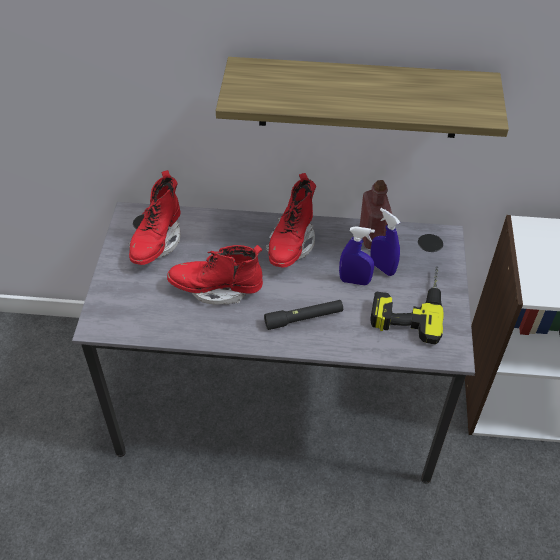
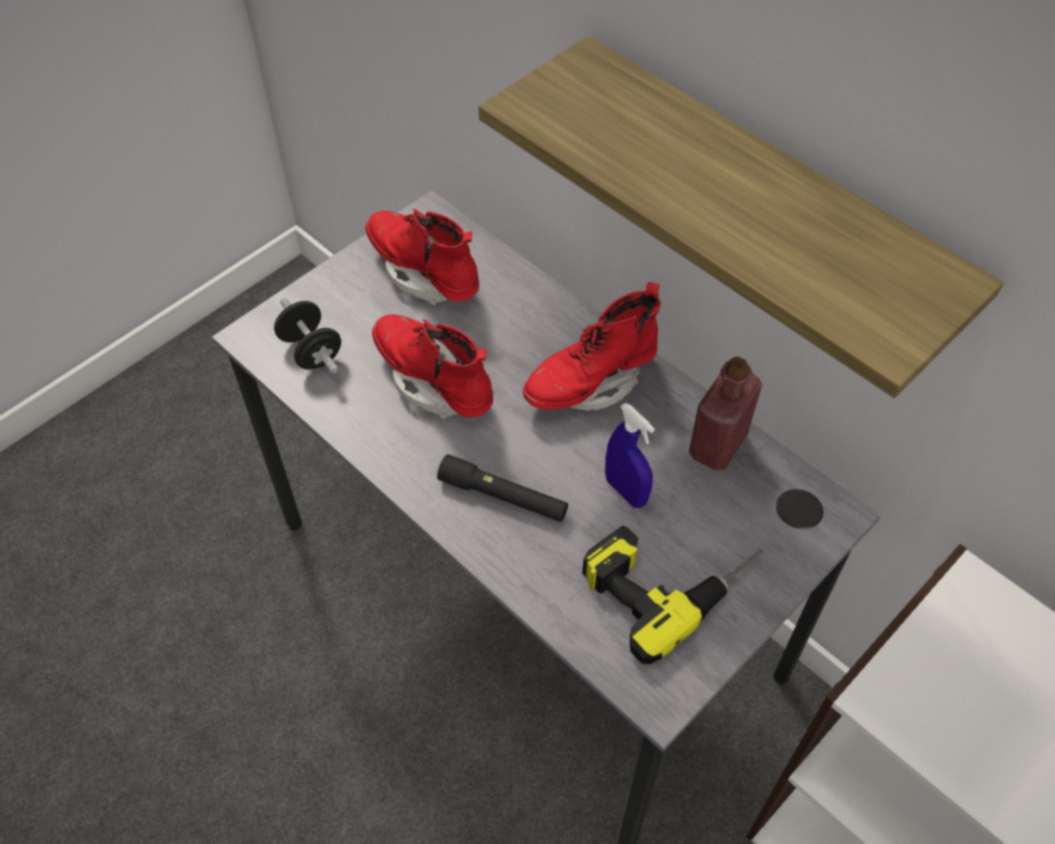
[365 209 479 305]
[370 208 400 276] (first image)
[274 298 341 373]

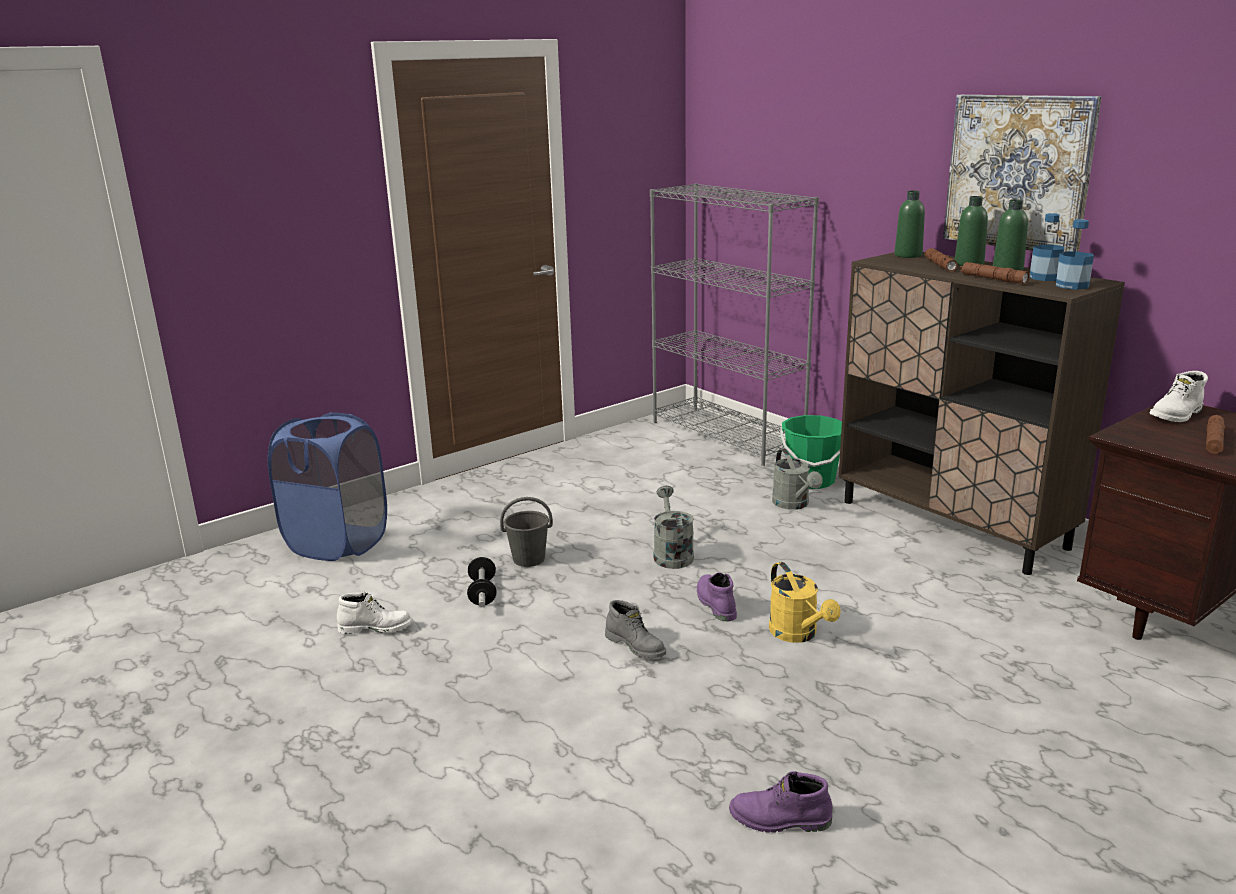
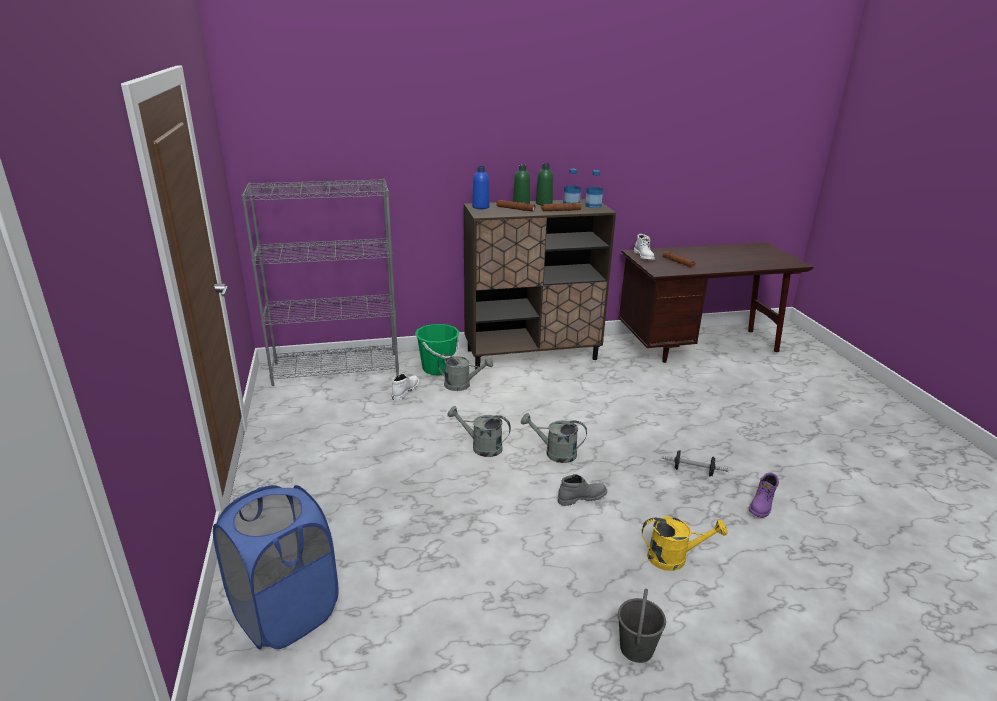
[392 374 419 401]
[662 450 729 477]
[618 588 666 663]
[521 413 587 463]
[642 517 728 571]
[472 166 490 209]
[943 94 1102 252] (first image)

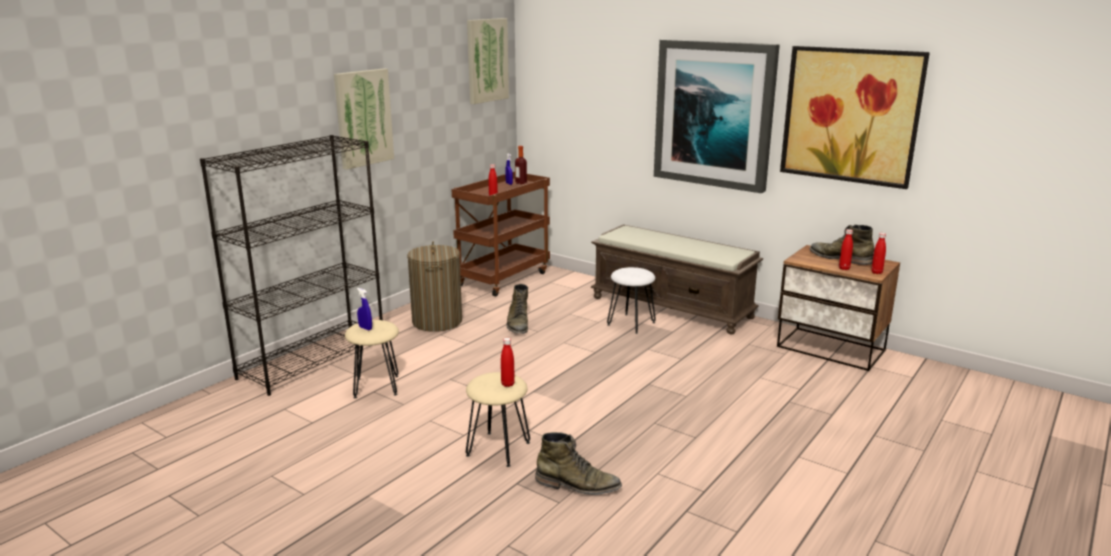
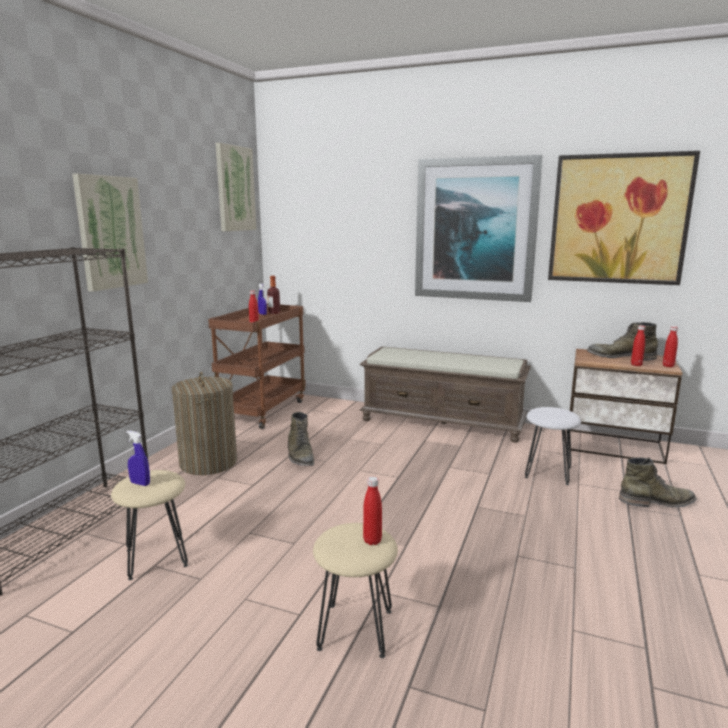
[619 458 697 507]
[525 407 581 485]

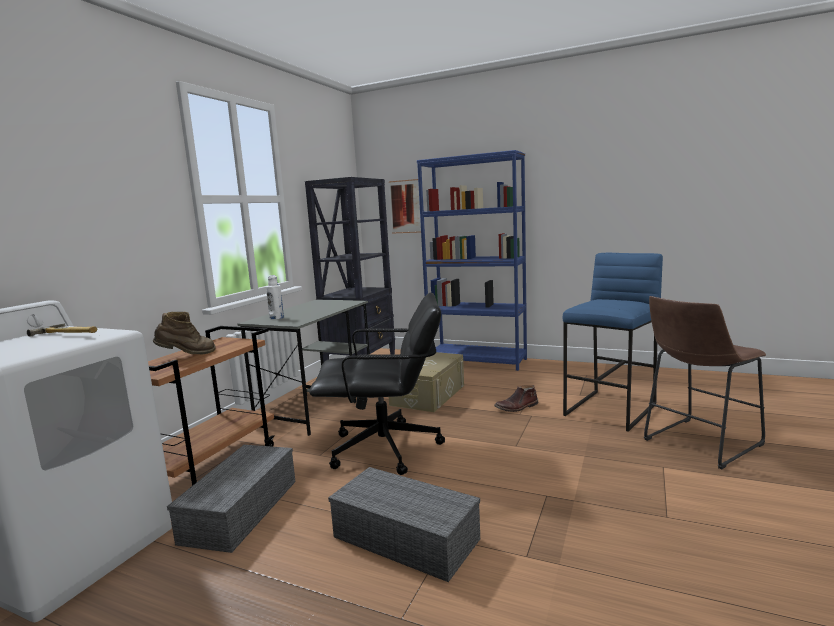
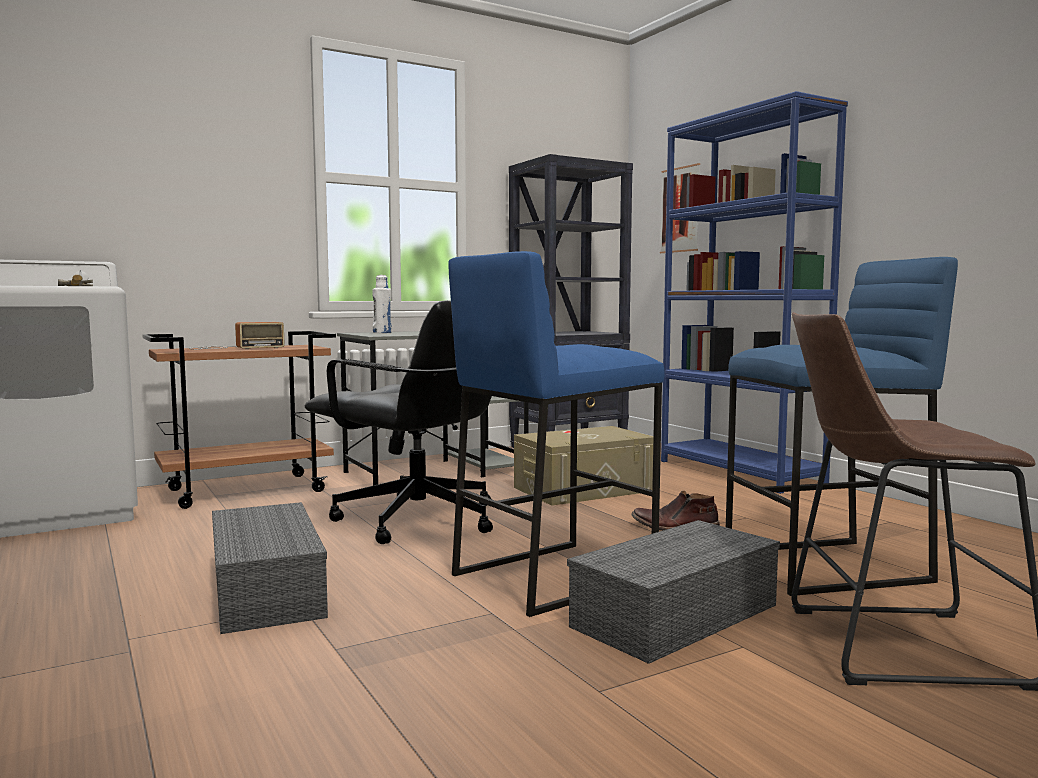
[189 322 285 350]
[567 520 780 664]
[449 251 665 617]

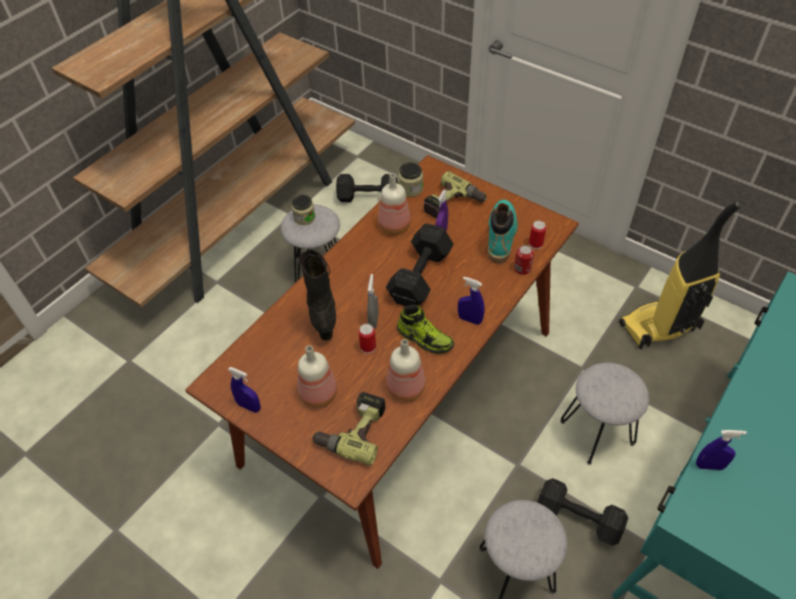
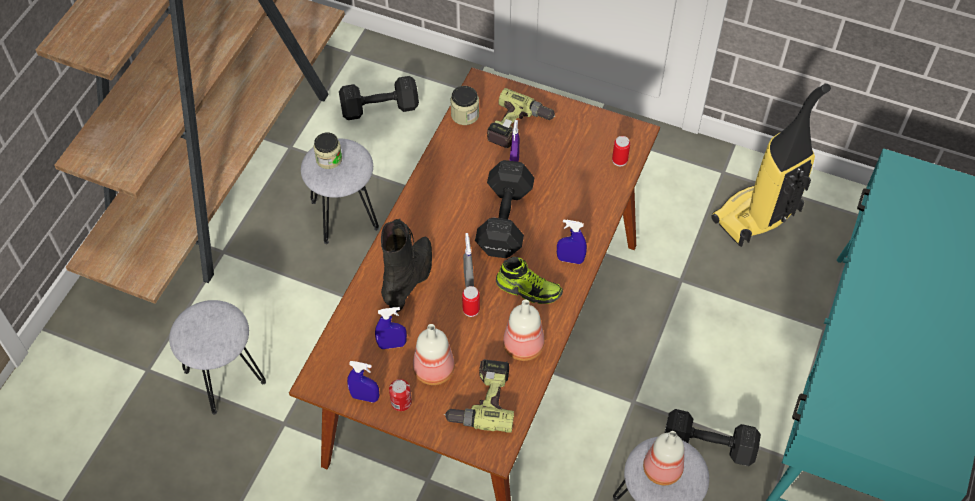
[381 219 432 312]
[643 431 684 485]
[488 200 517 264] (first image)
[389 379 412 411]
[169 300 266 414]
[375 307 407 349]

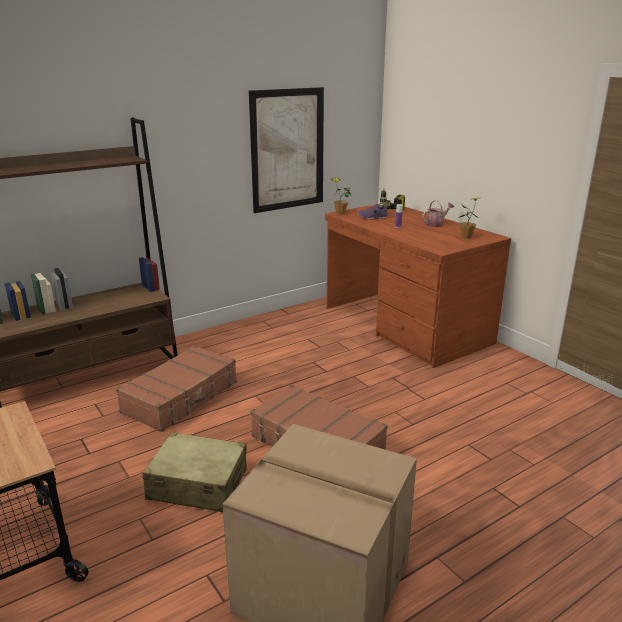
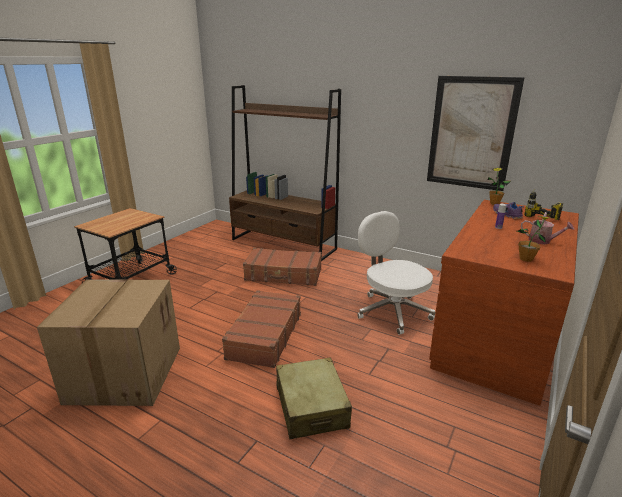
[276 357 352 439]
[357 211 436 335]

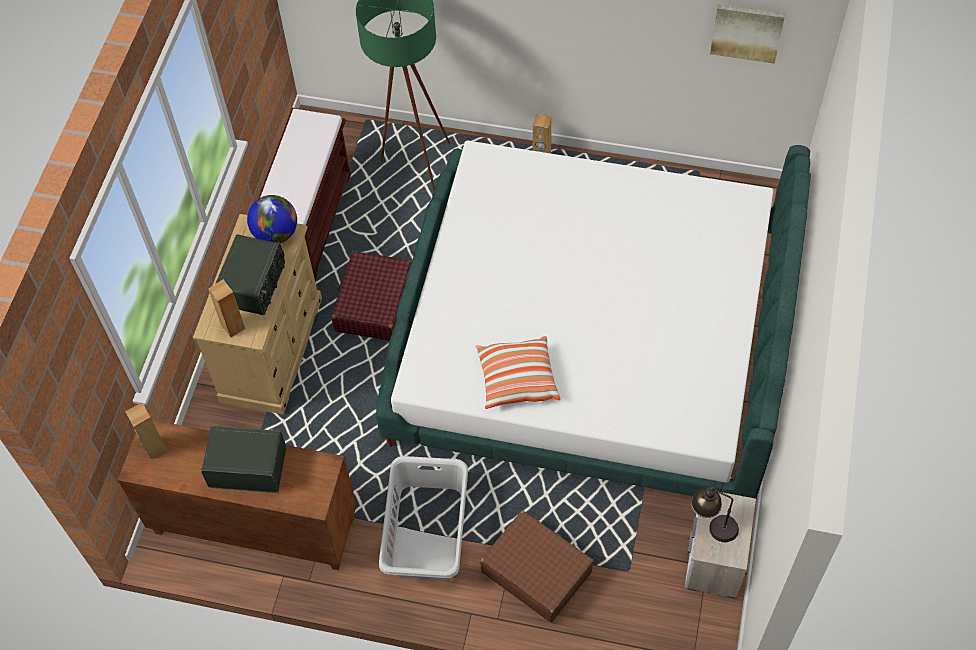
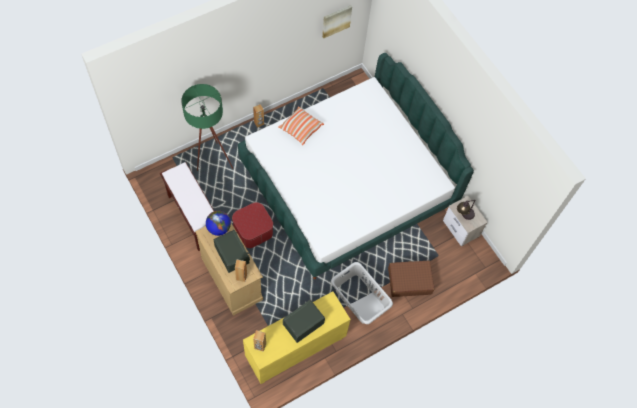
[243 291 351 384]
[232 202 273 248]
[278 106 324 145]

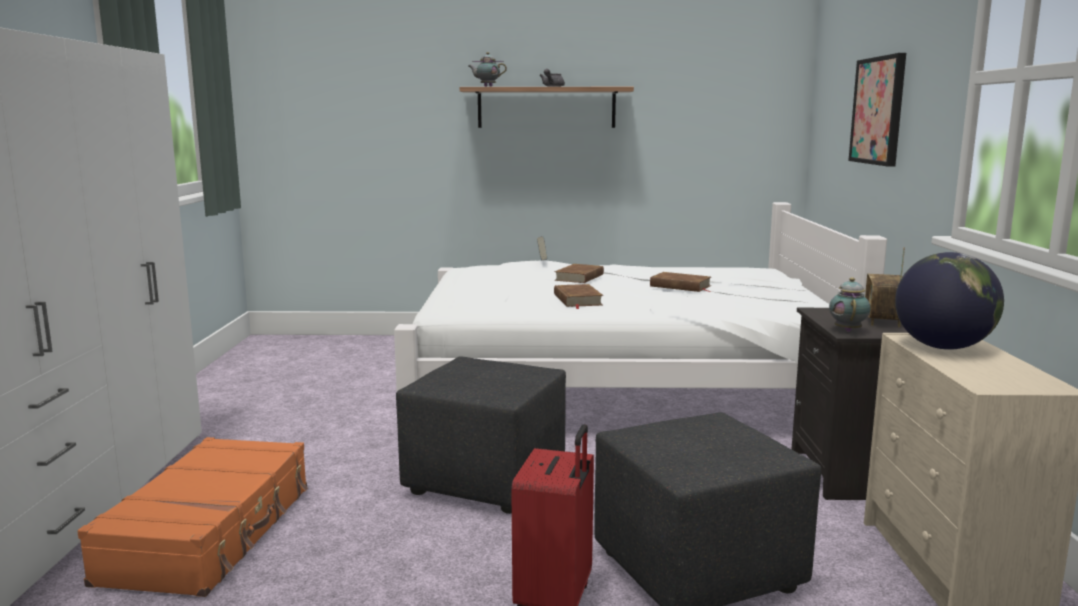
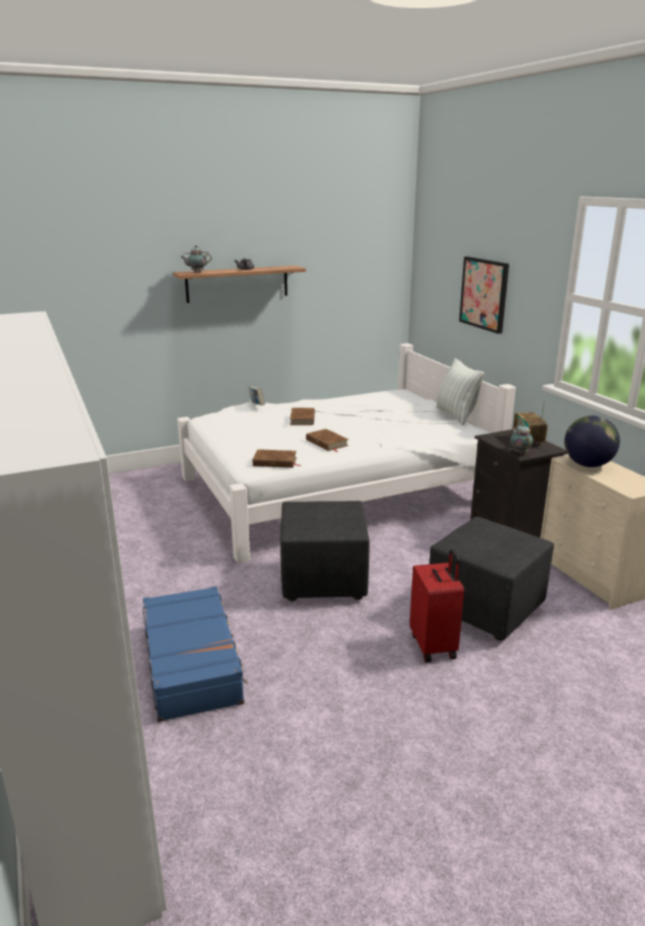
[143 586 248 722]
[253 449 301 468]
[436 359 484 425]

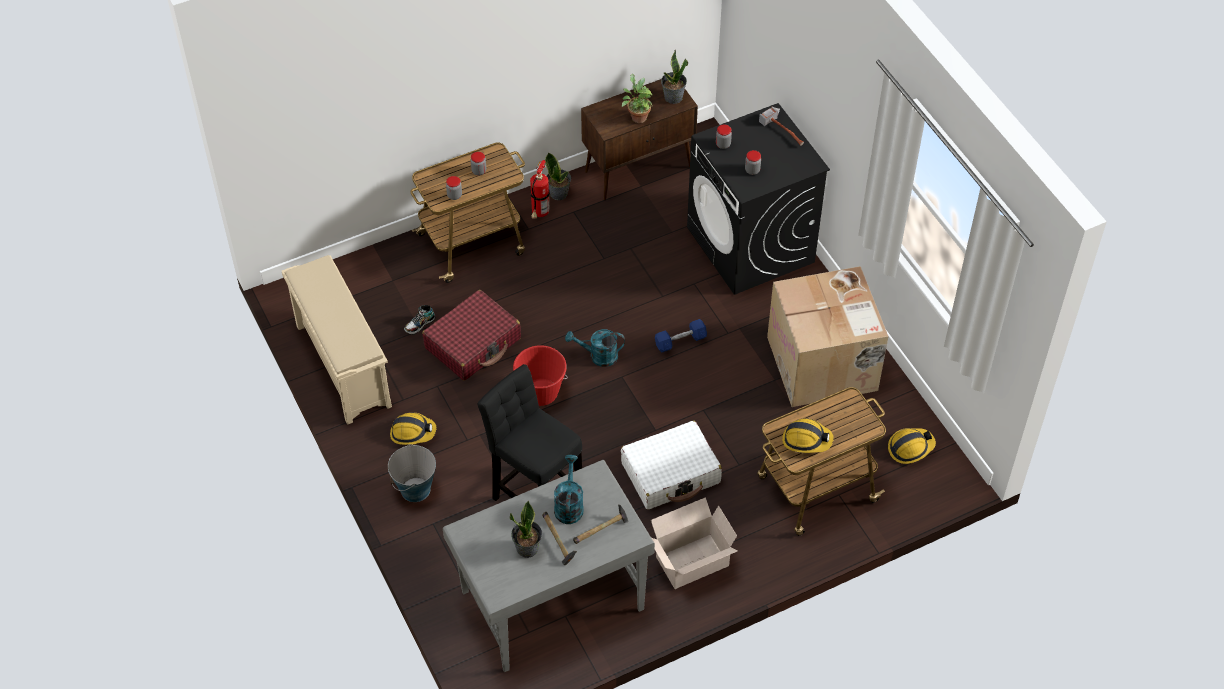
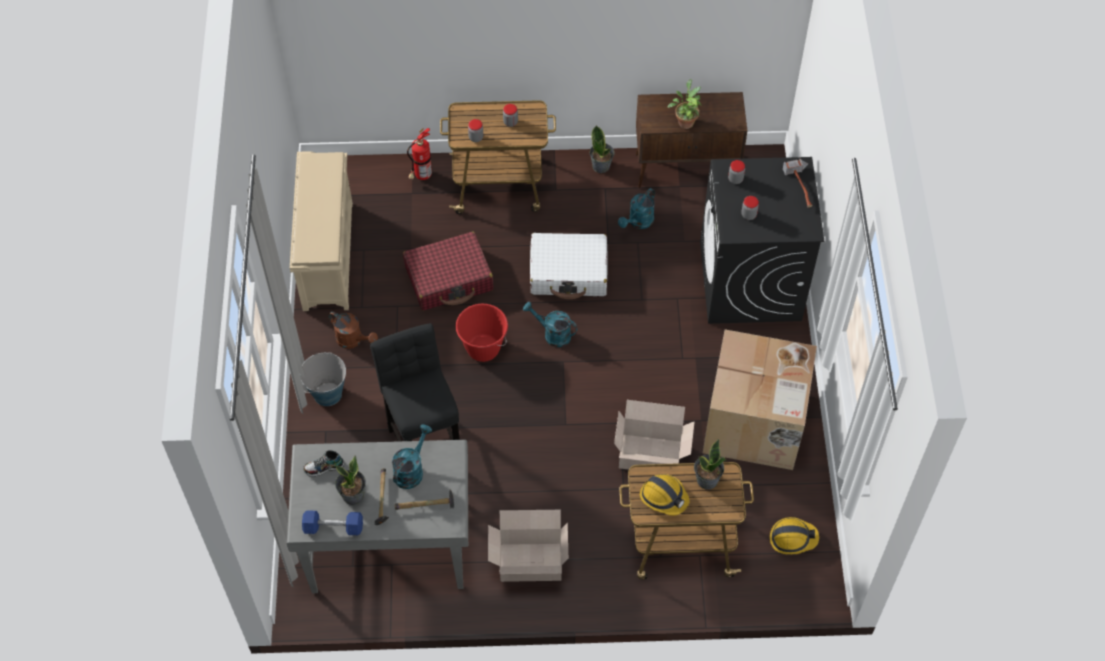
[328 311 378 349]
[303 450 344 477]
[407 128 432 180]
[530 233 608 299]
[302 510 363 535]
[694 439 727 490]
[614 400 695 470]
[618 188 655 229]

